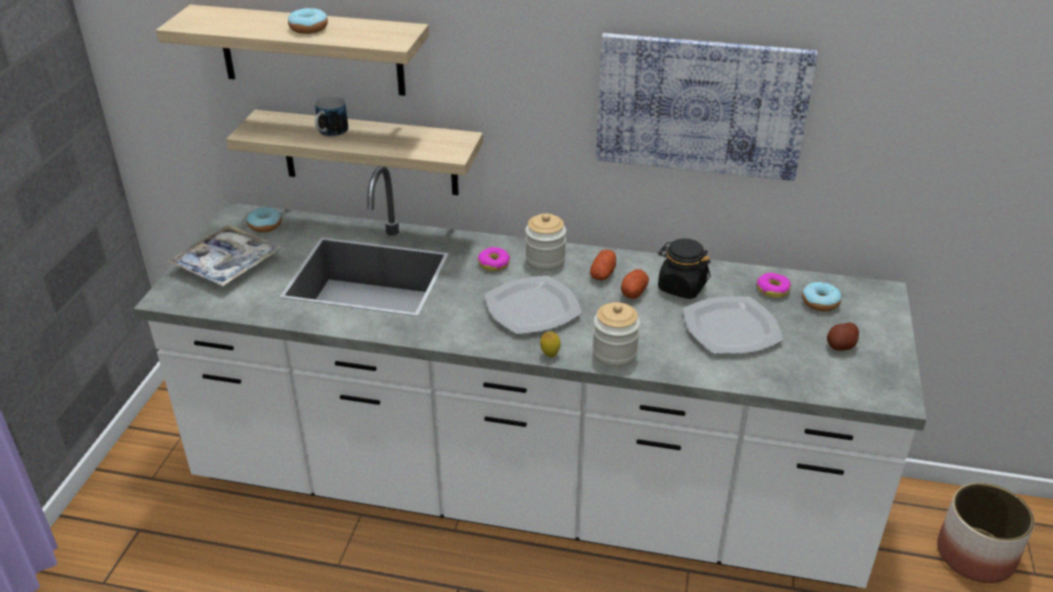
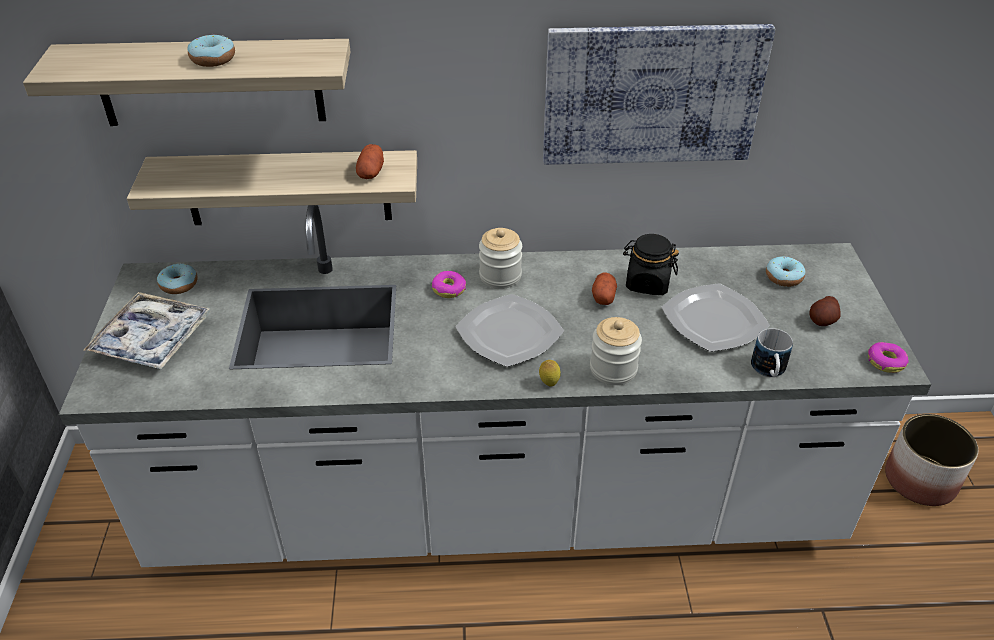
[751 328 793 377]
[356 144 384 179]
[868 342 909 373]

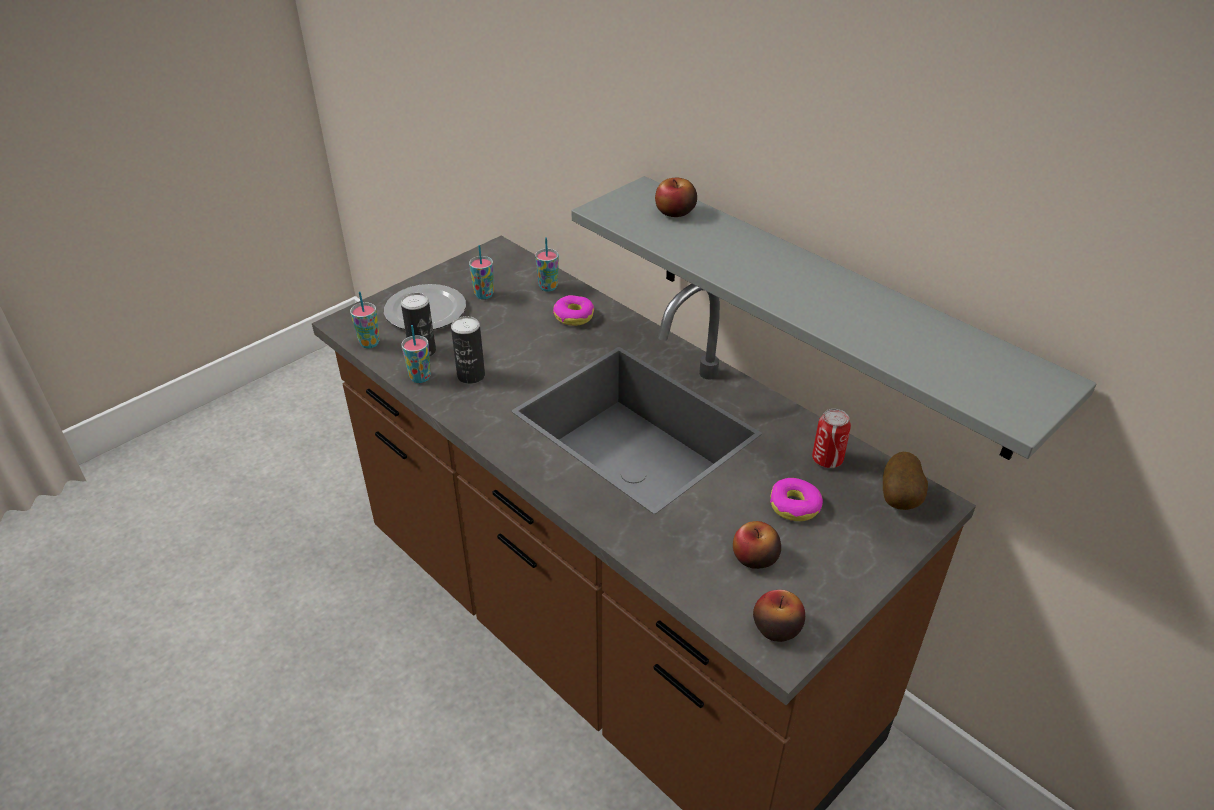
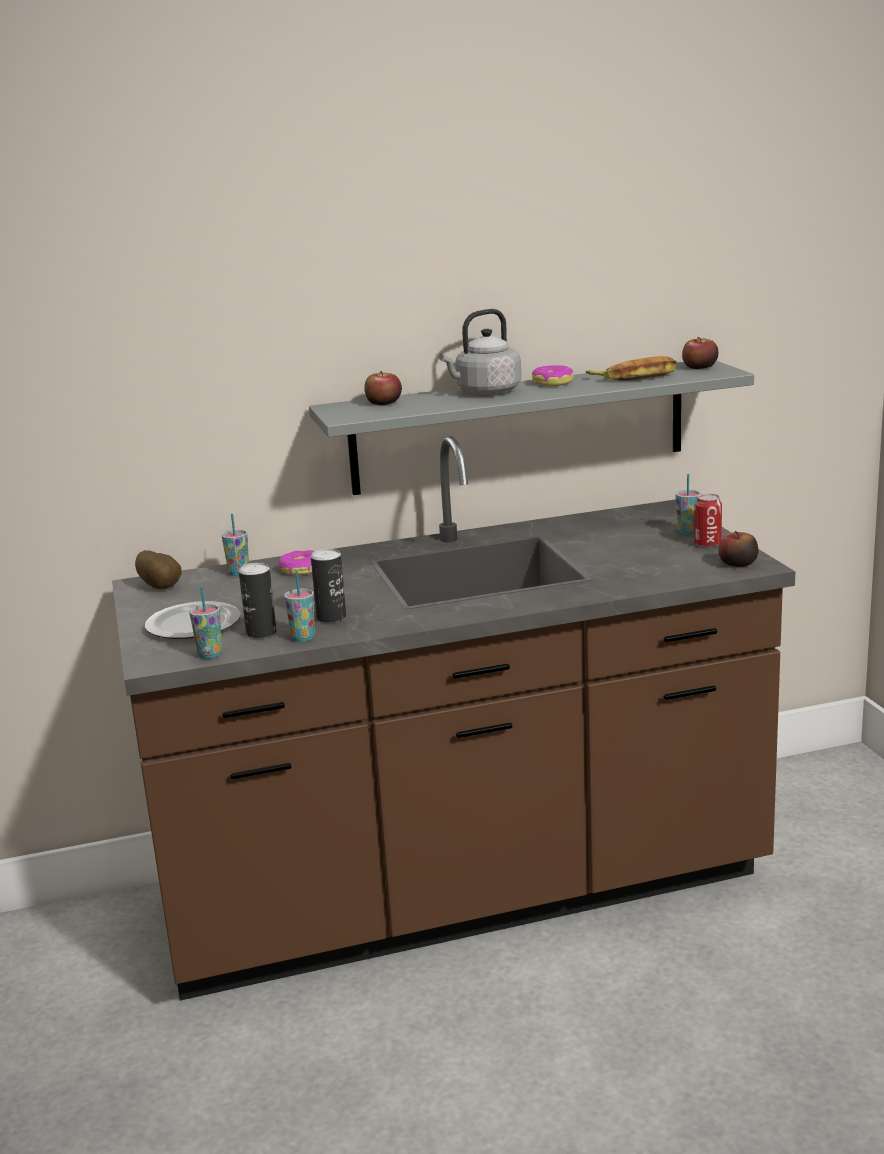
[675 474 701 535]
[682 337 718 369]
[532 365 573 386]
[694 494 722 548]
[135 550 182 589]
[439 309 522 395]
[586 356 677 381]

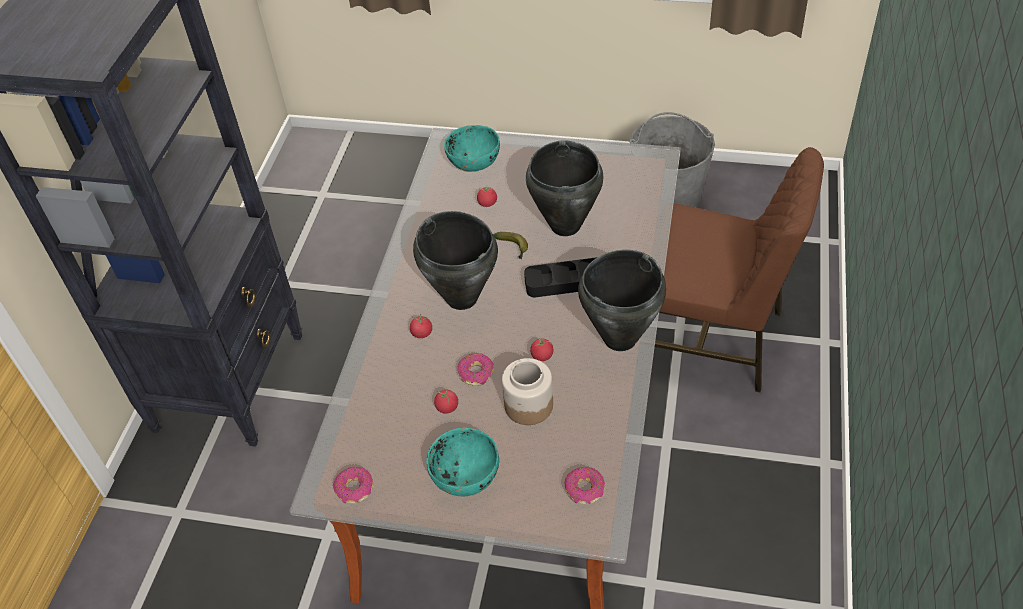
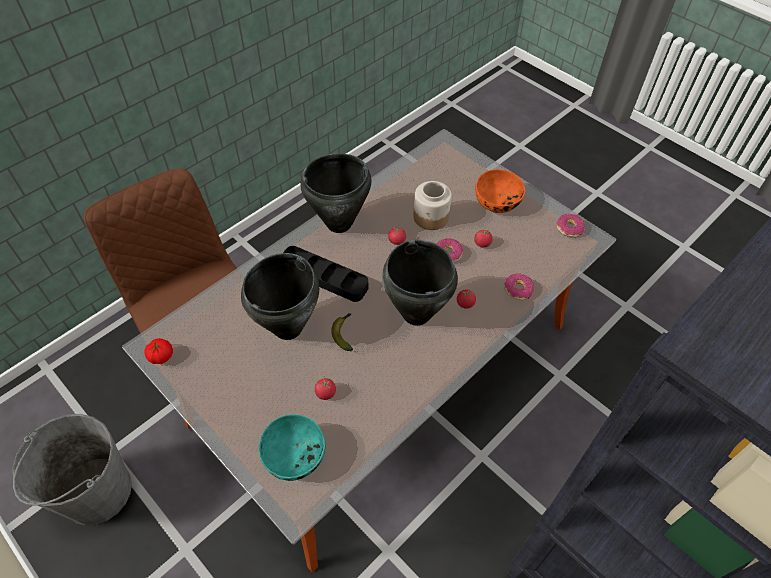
[475 169 525 213]
[504 273 534 300]
[145 338 173 364]

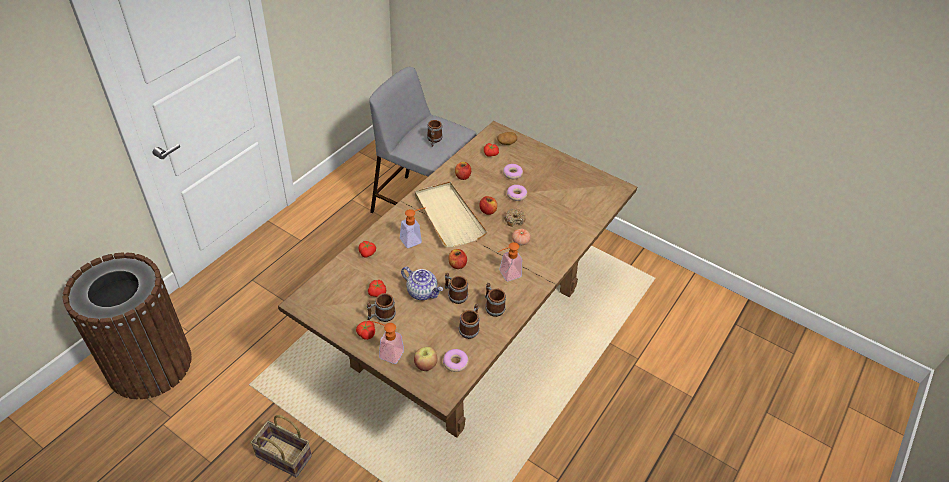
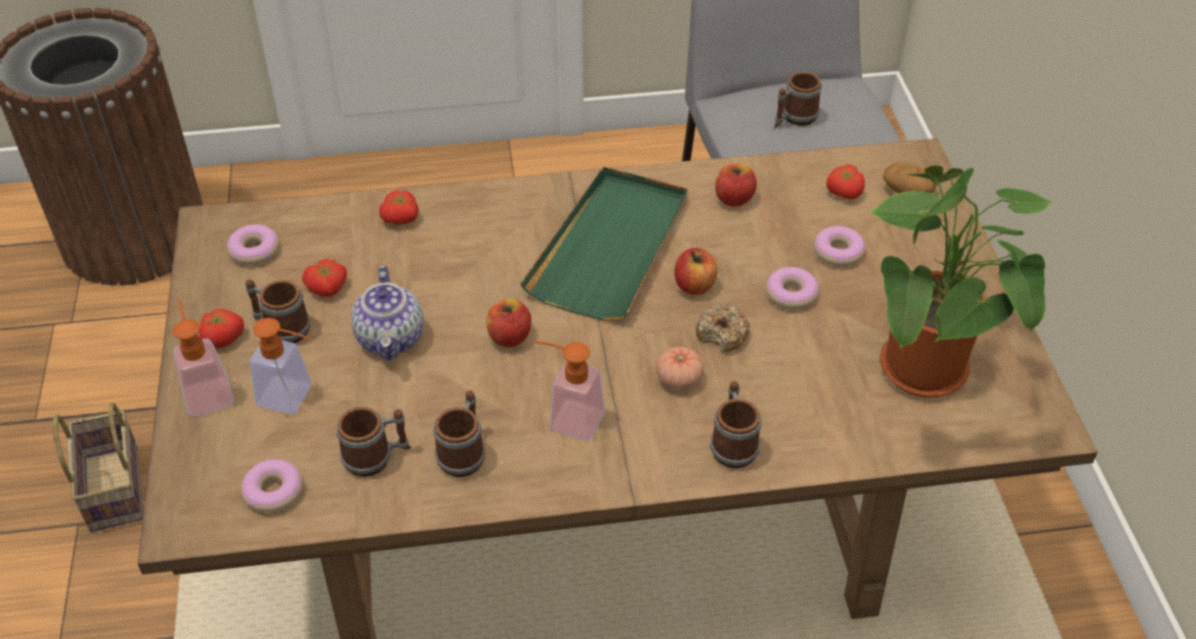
[250 318 312 414]
[414 347 437 371] (first image)
[520 167 688 320]
[710 381 762 468]
[227 224 279 265]
[868 165 1053 398]

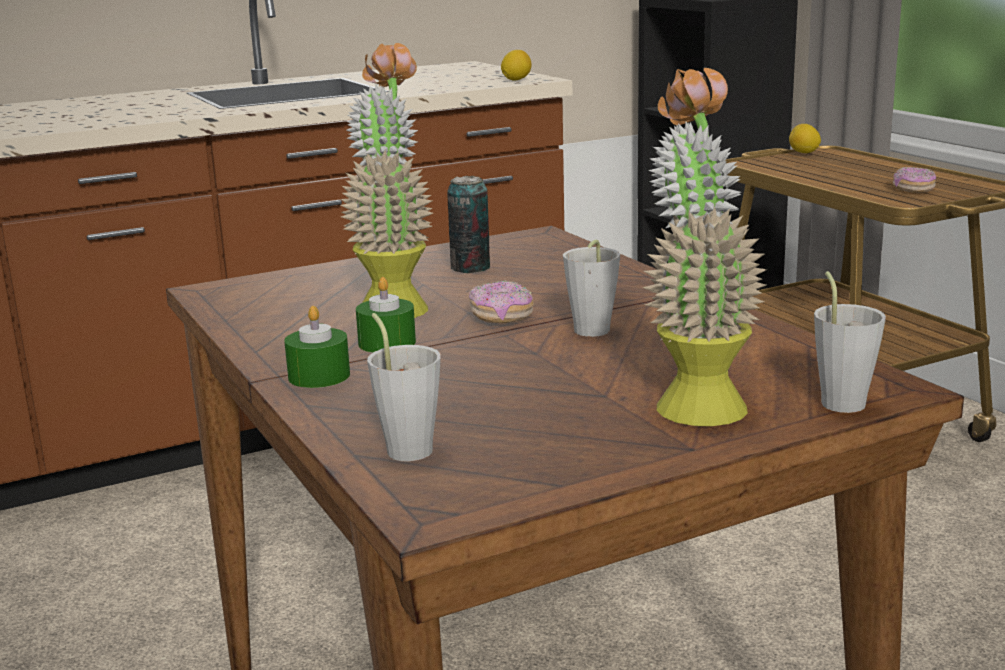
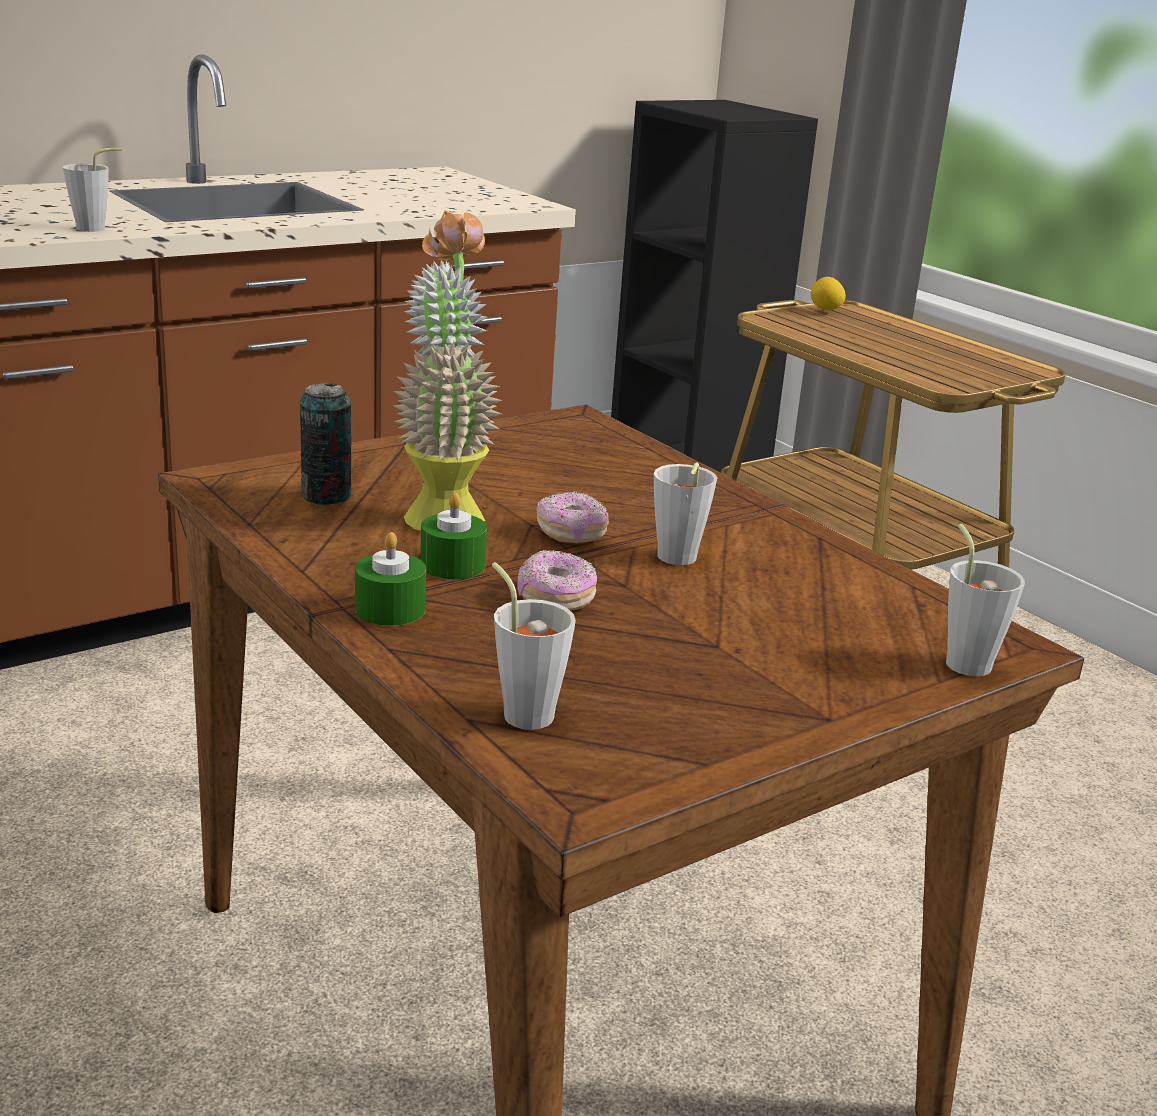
[300 383 352 505]
[501 50 532 80] (first image)
[642 68 768 426] (first image)
[517 550 597 611]
[63 148 121 232]

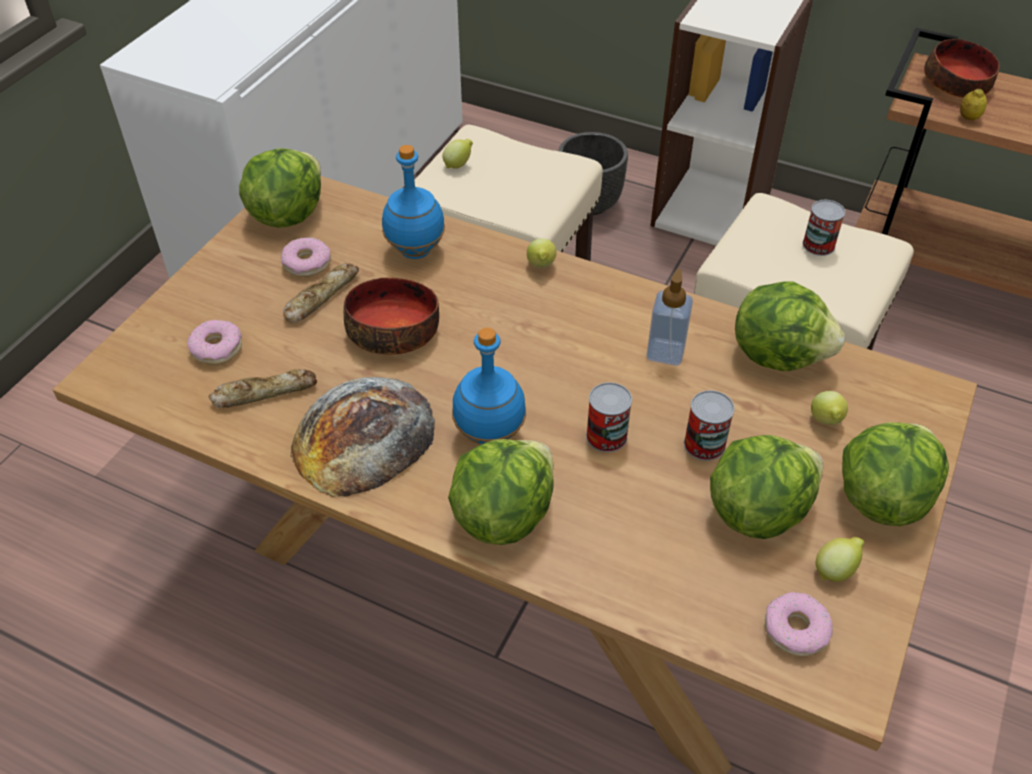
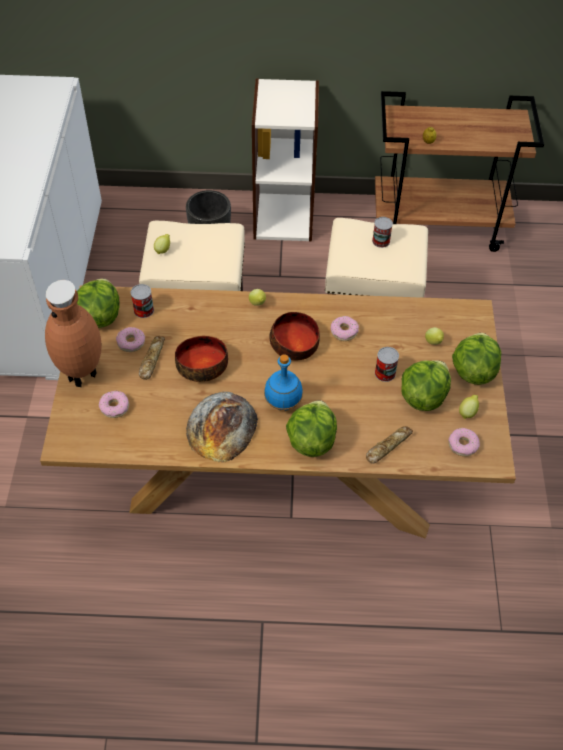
[366 426 413 464]
[382 145 445 259] (first image)
[131 284 154 318]
[331 316 359 341]
[735 282 844 371] (first image)
[269 312 320 361]
[45 280 102 387]

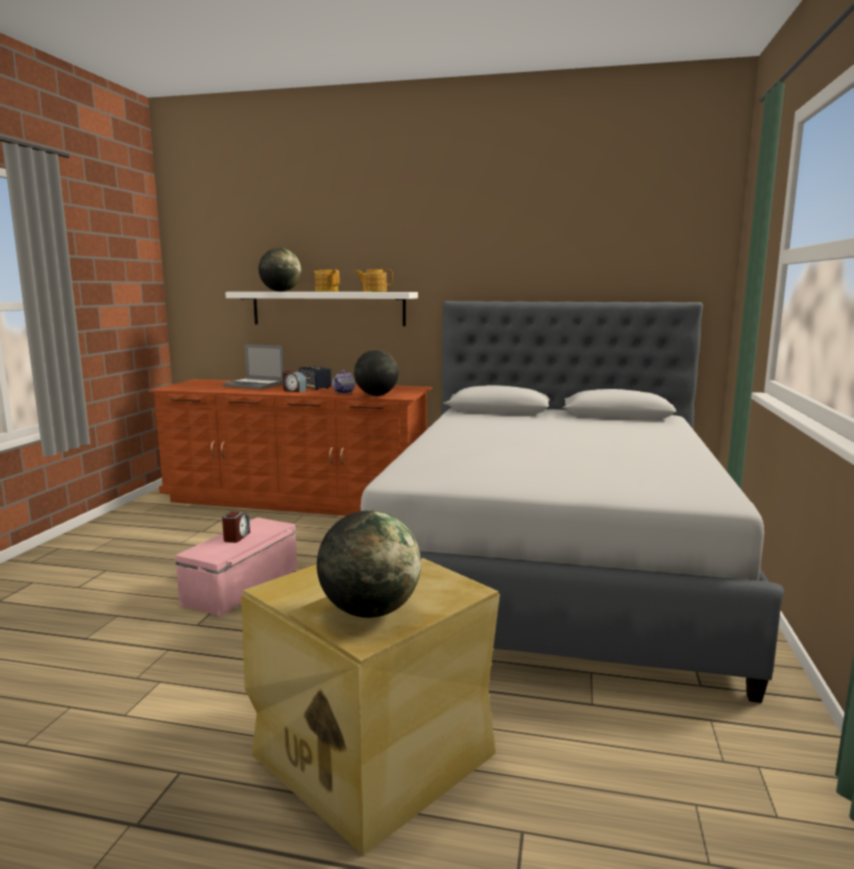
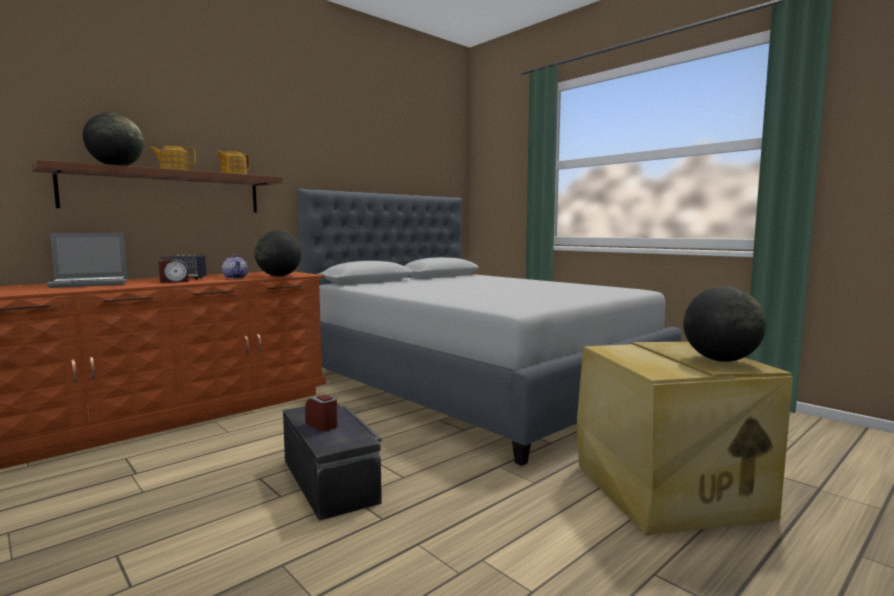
[283 403 382 521]
[32 159 283 213]

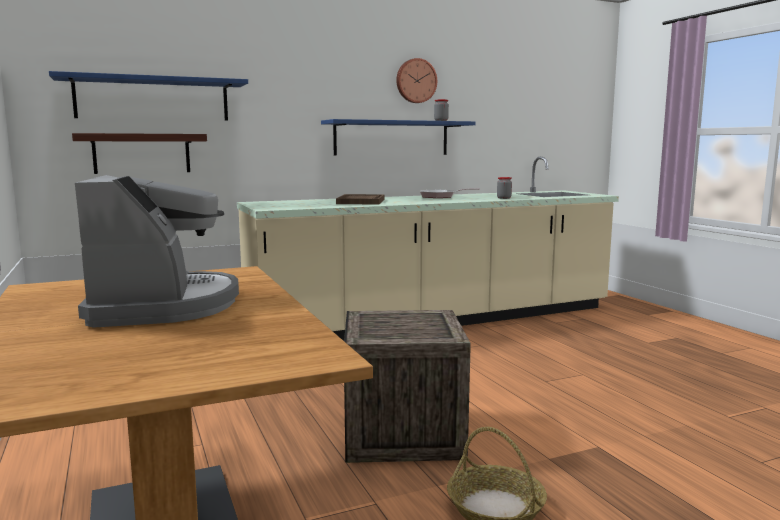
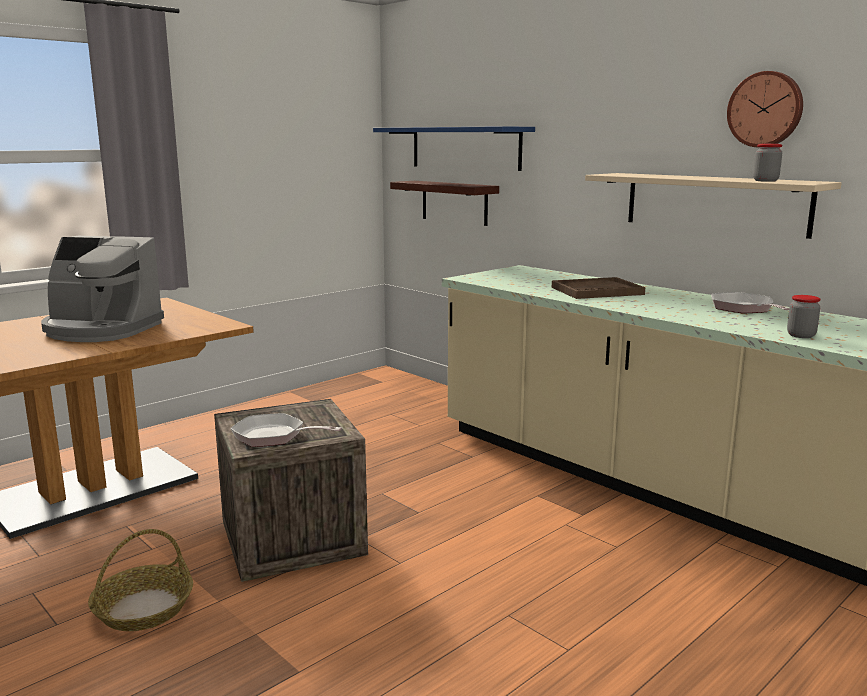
[41 236 164 342]
[585 173 842 239]
[230 413 342 447]

